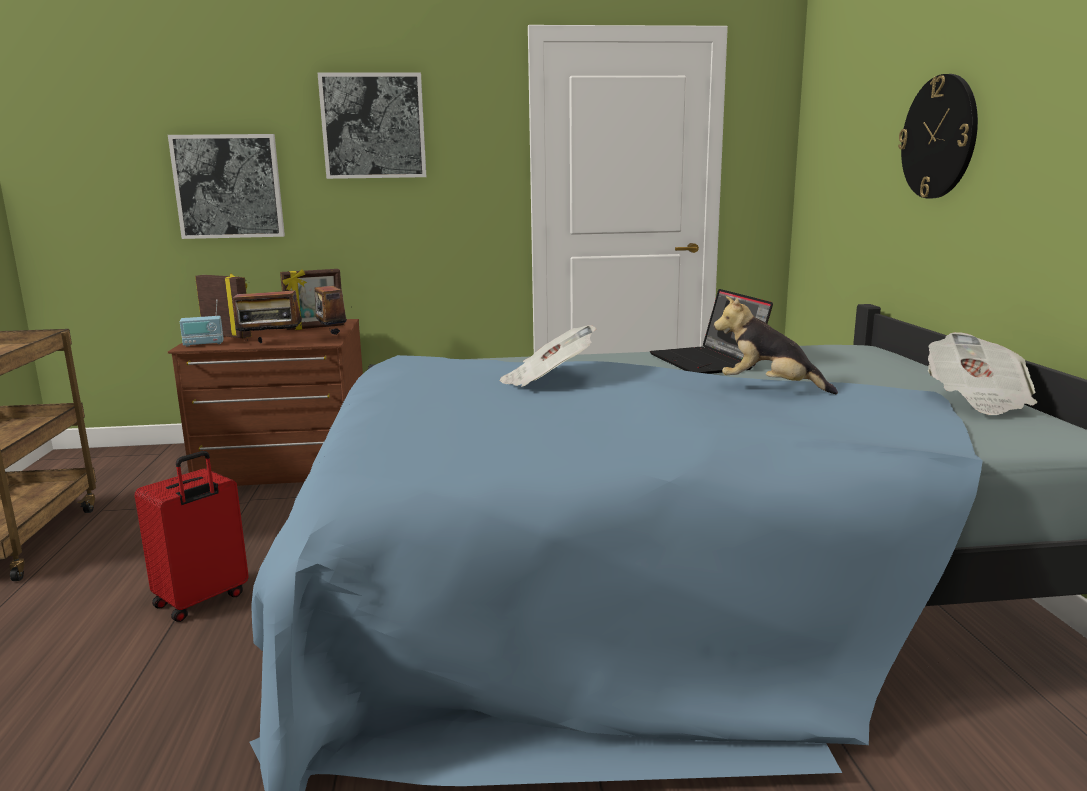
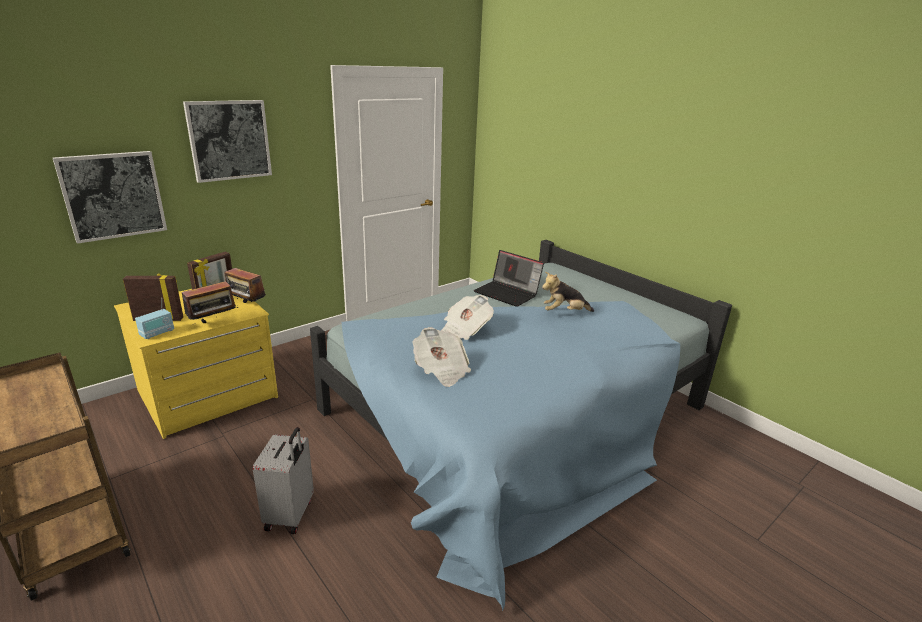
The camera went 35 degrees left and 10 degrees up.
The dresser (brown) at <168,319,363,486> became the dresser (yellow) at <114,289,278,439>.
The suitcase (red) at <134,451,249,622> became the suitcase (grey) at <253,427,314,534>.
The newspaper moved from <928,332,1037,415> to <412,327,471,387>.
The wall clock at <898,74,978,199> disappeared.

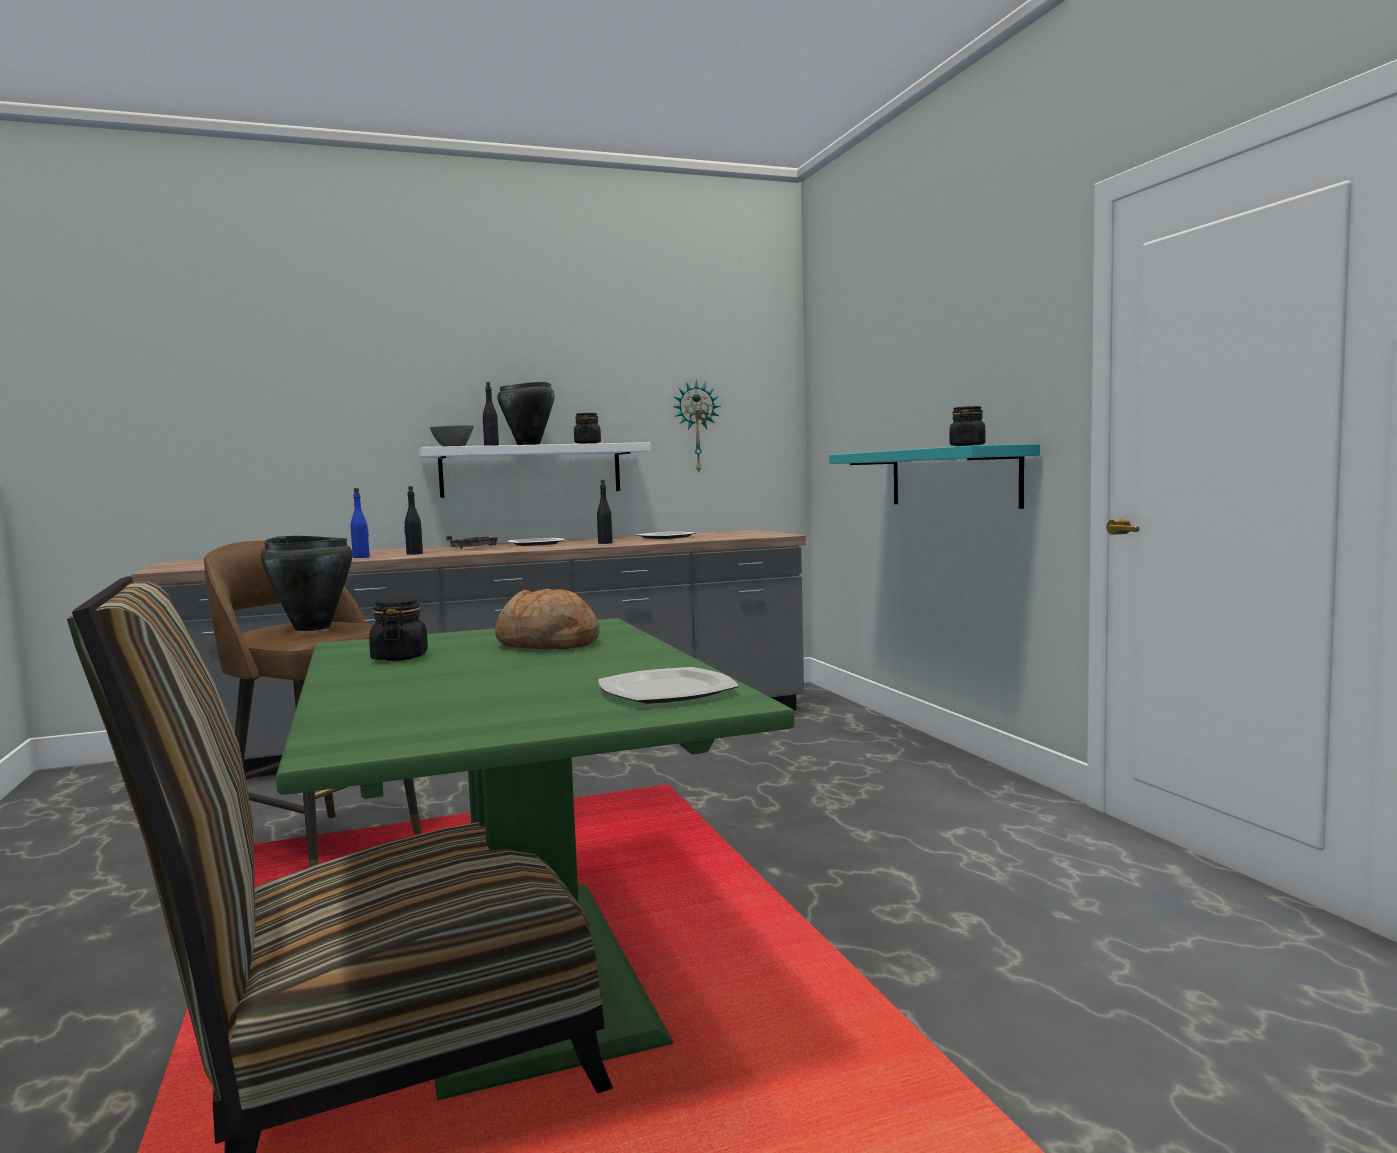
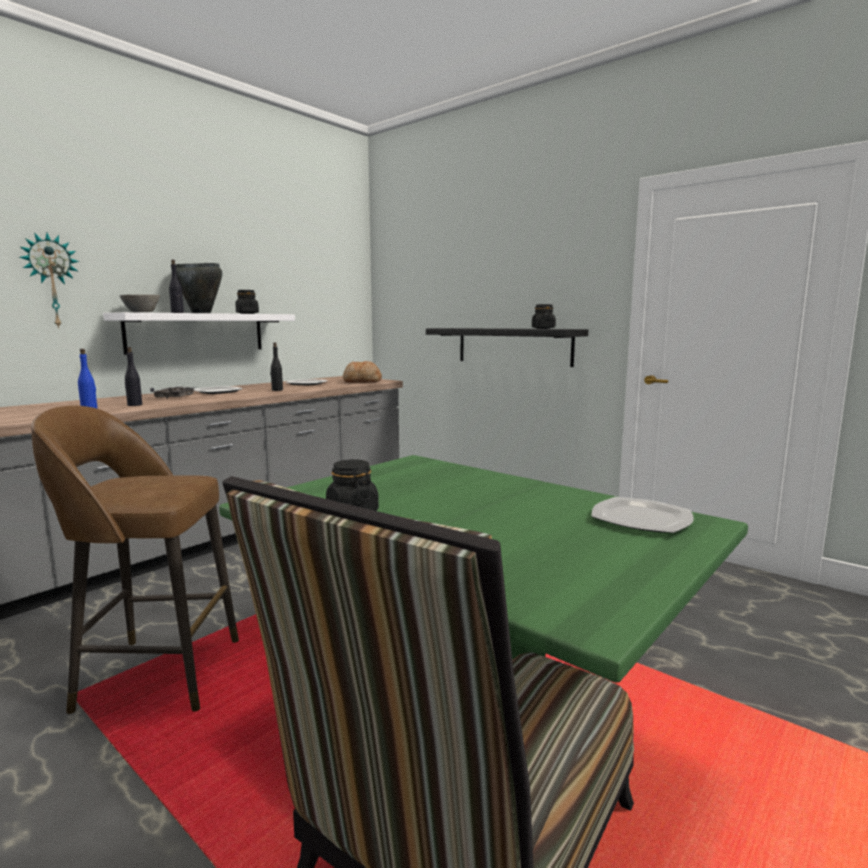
The camera went 30 degrees left and 5 degrees up.
The wall clock moved from <672,380,721,472> to <19,232,79,329>.
The bread moved from <495,589,600,649> to <343,361,382,383>.
The shelf (turquoise) at <829,444,1040,509> became the shelf (black) at <426,328,588,367>.
The cooking pot (black) at <261,536,352,631> disappeared.

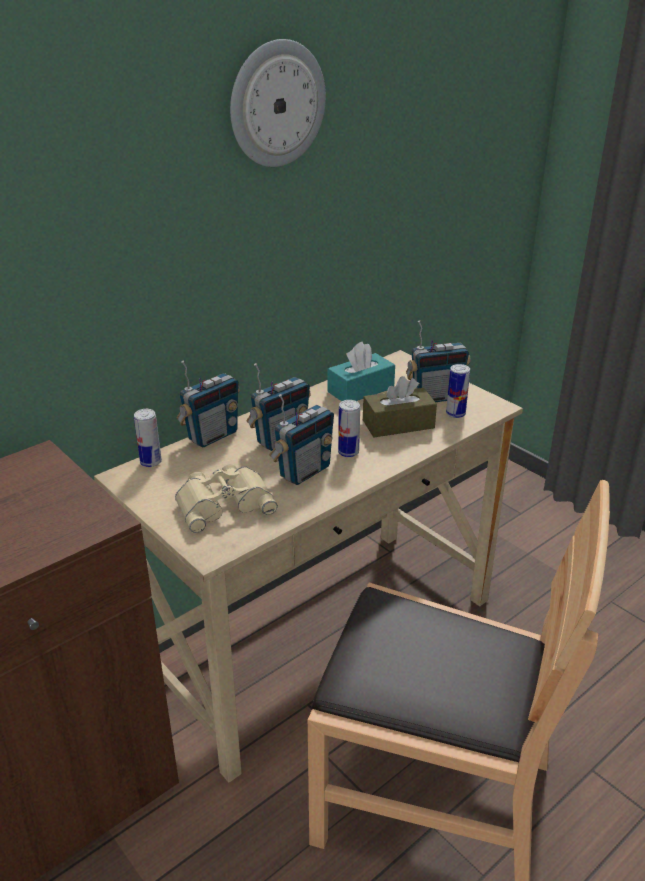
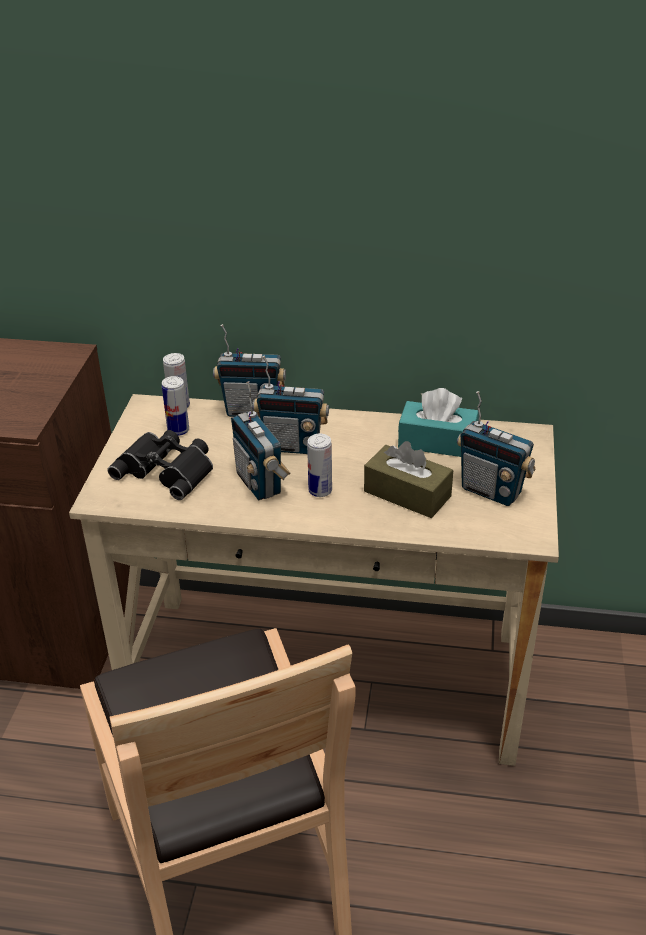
The camera went 50 degrees right and 5 degrees up.
The binoculars (beige) at <175,464,278,533> became the binoculars (black) at <108,430,213,500>.
The can moved from <446,364,470,418> to <162,376,189,436>.
The radio at <269,394,334,485> turned 60 degrees clockwise.
The wall clock at <230,39,326,167> disappeared.

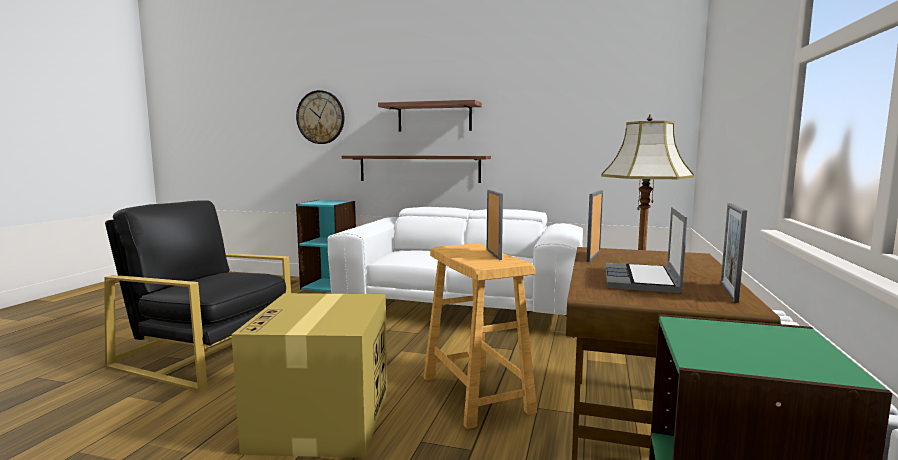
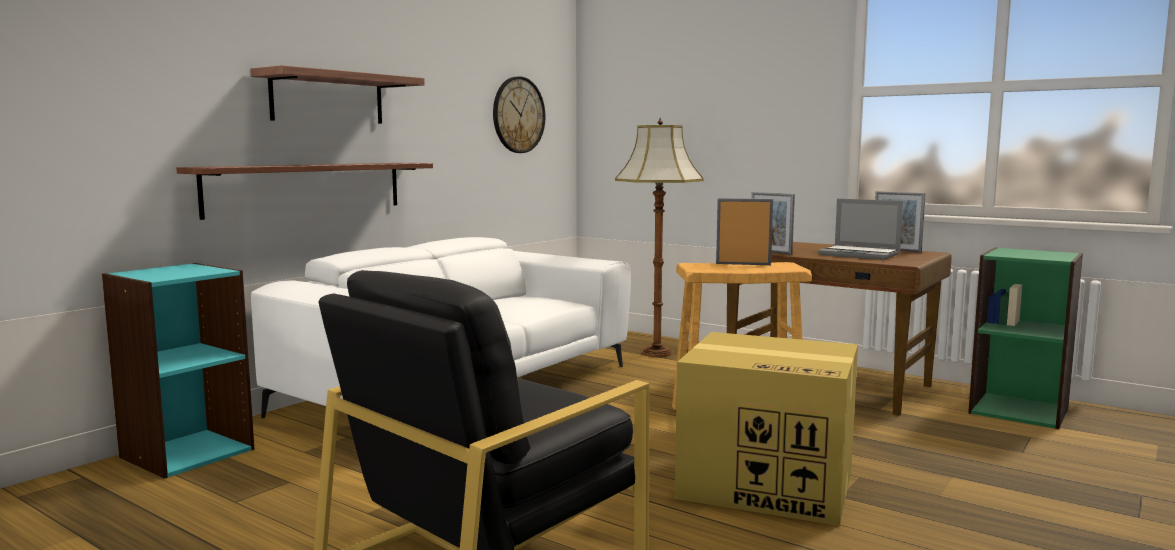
The camera went 70 degrees left and 0 degrees up.
The wall clock moved from <296,90,345,144> to <493,77,545,153>.

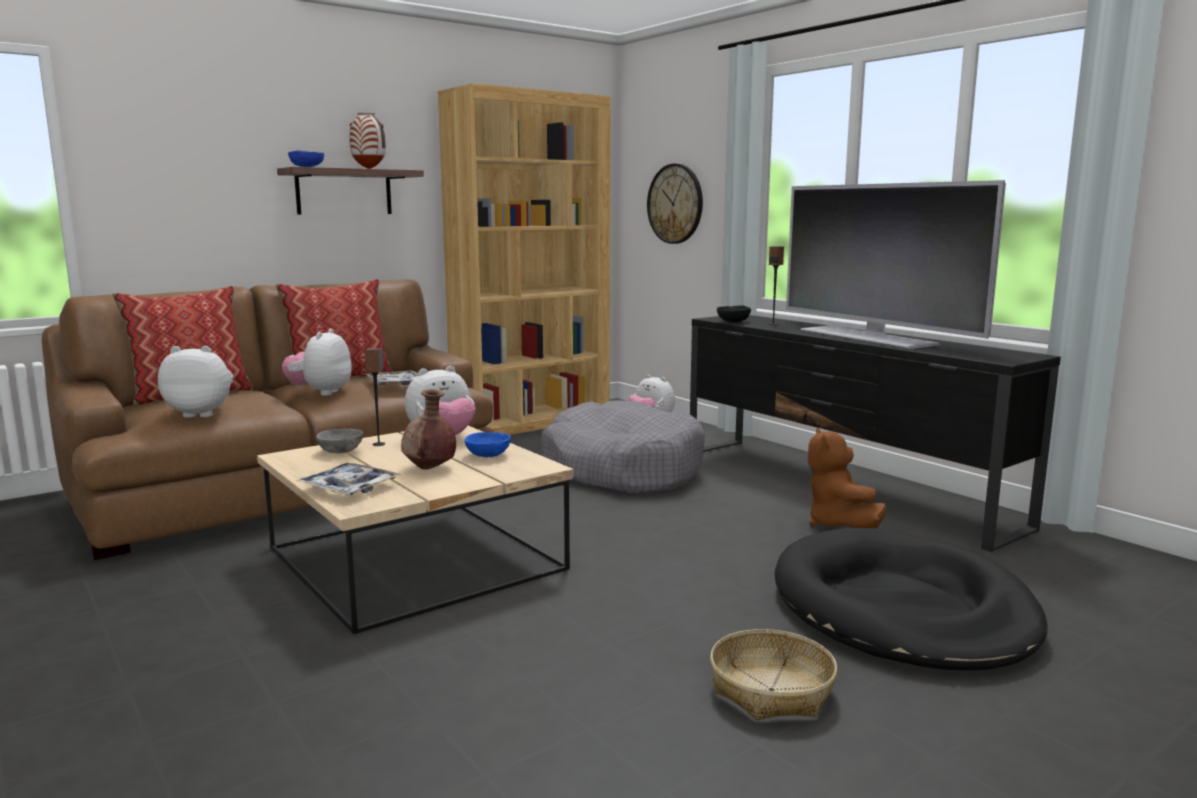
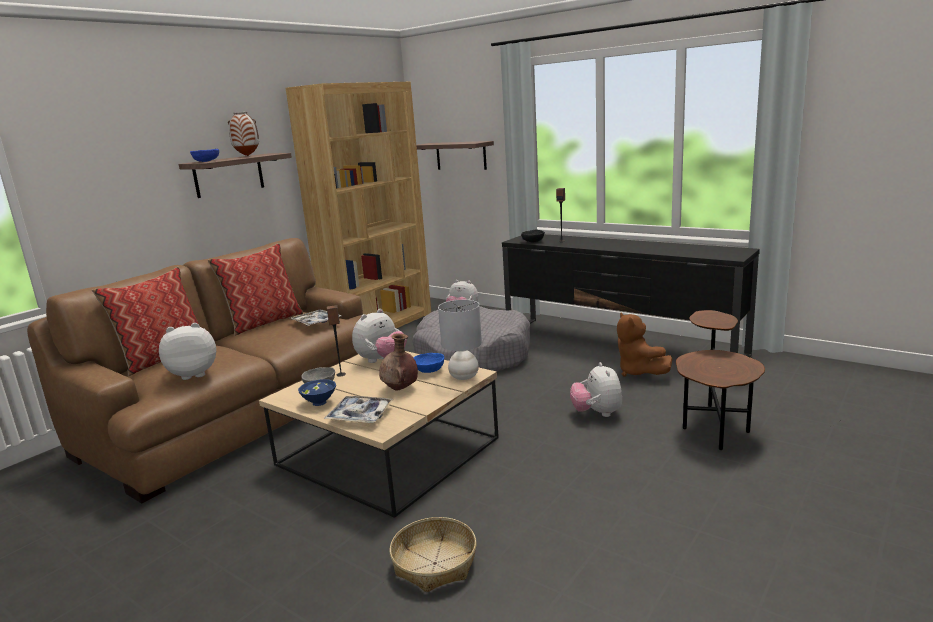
The camera went 15 degrees left and 5 degrees up.
The bowl (blue) at <298,379,336,406> appeared.
The basket moved from <710,629,838,720> to <390,517,477,592>.
The wall clock at <647,164,703,244> was replaced by the shelf at <416,141,494,170>.
The table lamp (grey) at <438,300,482,380> appeared.
The plush toy moved from <282,328,352,396> to <570,362,622,417>.
The dog bed (black) at <775,528,1048,670> was replaced by the side table (brown) at <676,310,765,450>.
The television at <786,180,1006,349> disappeared.

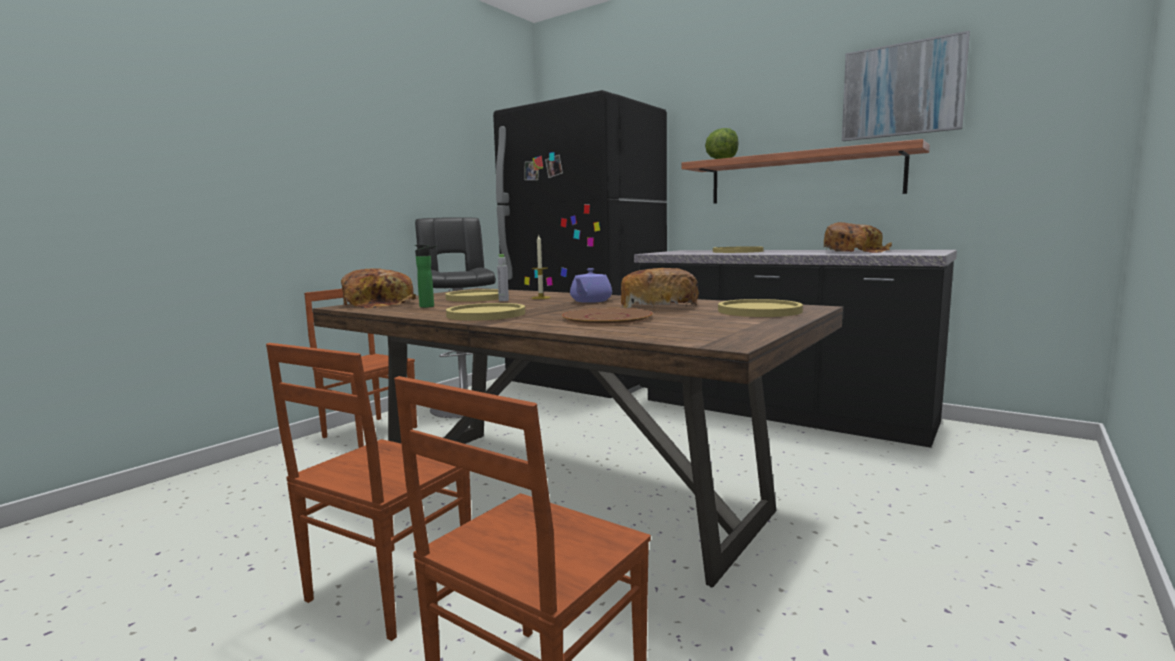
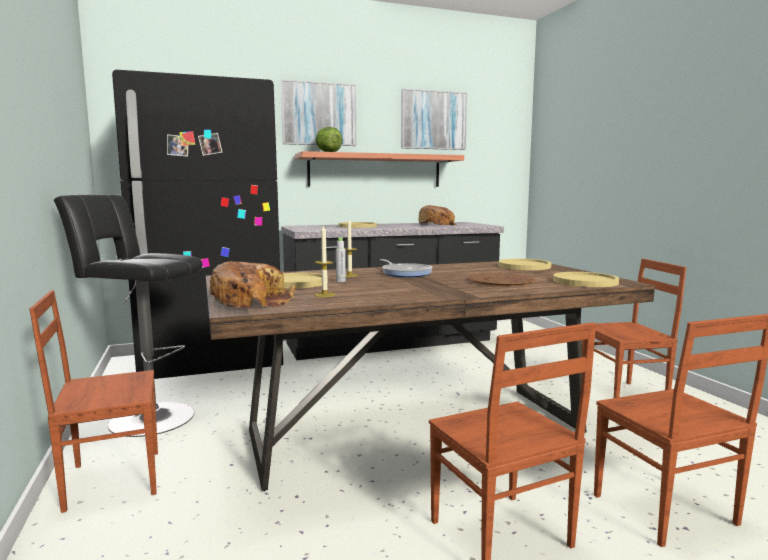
The camera went 55 degrees left and 0 degrees up.
The picture at <281,79,356,146> appeared.
The bottle at <415,245,436,308> was replaced by the candle at <314,224,336,297>.
The teapot (purple) at <570,268,612,303> was replaced by the frying pan at <380,259,433,277>.
The plate (yellow) moved from <446,303,525,321> to <553,272,619,287>.
The chair (brown) at <582,259,686,398> appeared.
The bread at <621,268,699,308> disappeared.

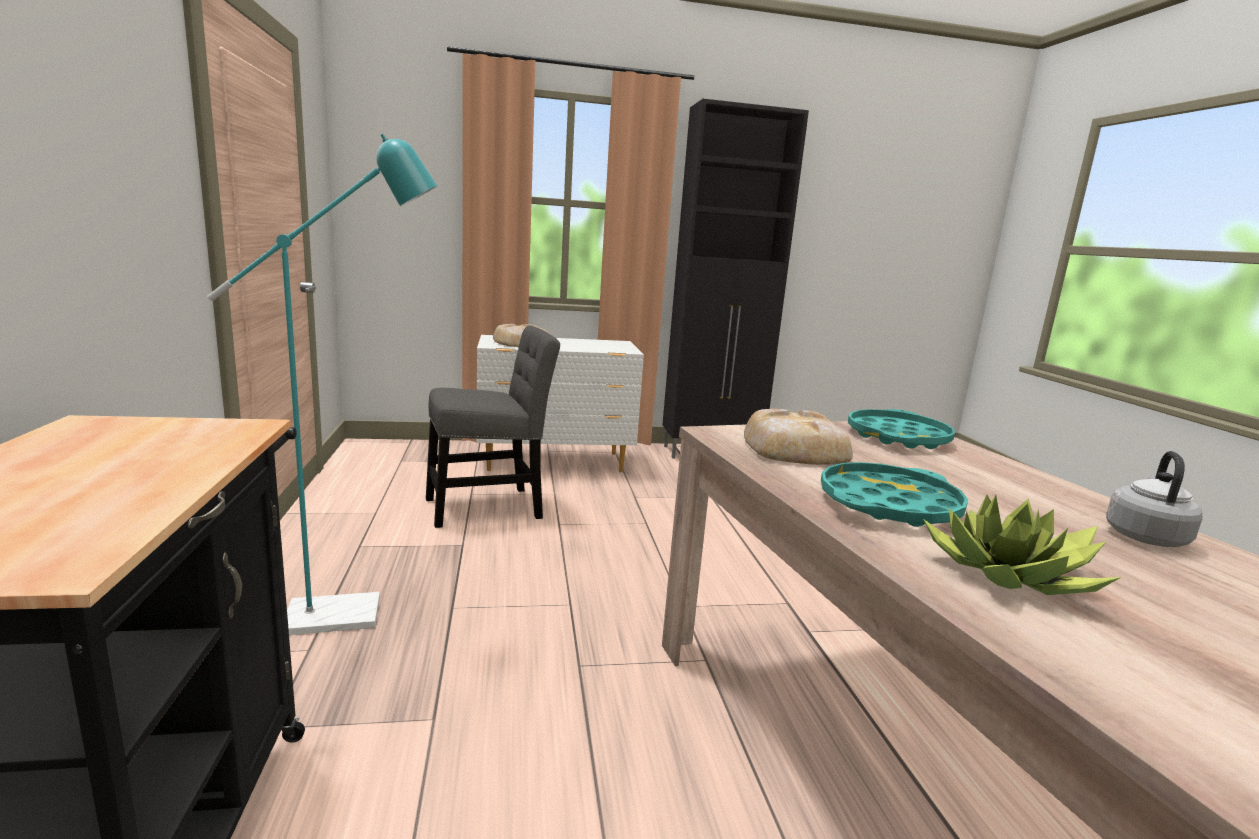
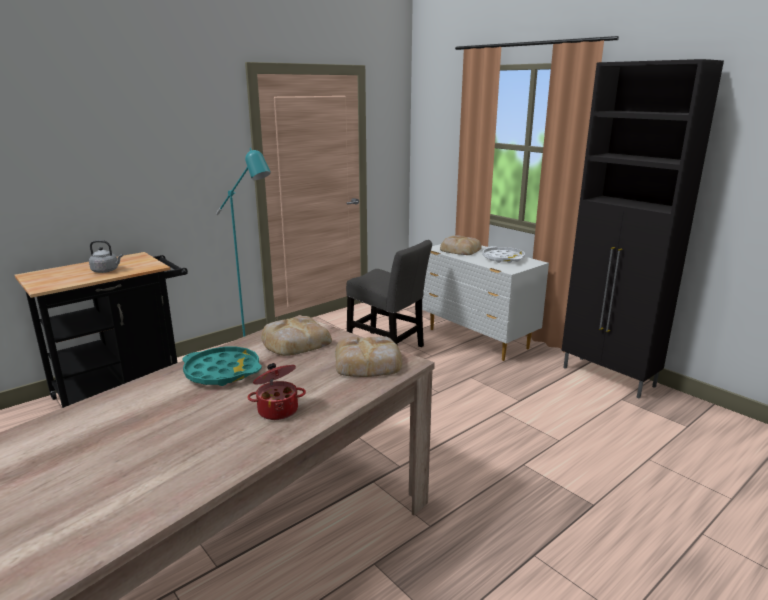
The camera went 60 degrees right and 5 degrees up.
The kettle (grey) moved from <1106,451,1203,547> to <89,240,123,273>.
The cooking pot at <247,363,306,420> appeared.
The tray (turquoise) at <848,409,955,449> was replaced by the bread at <335,336,402,377>.
The tray (white) at <483,246,525,263> appeared.
The potted plant at <923,495,1121,595> disappeared.

